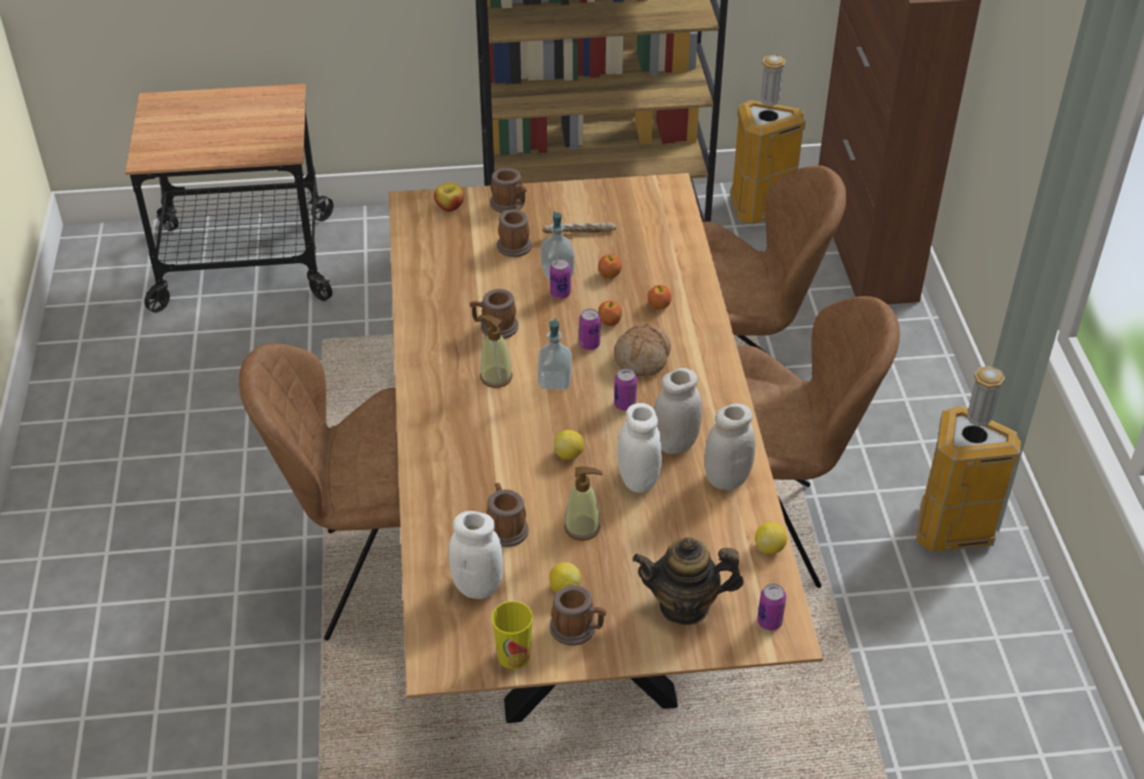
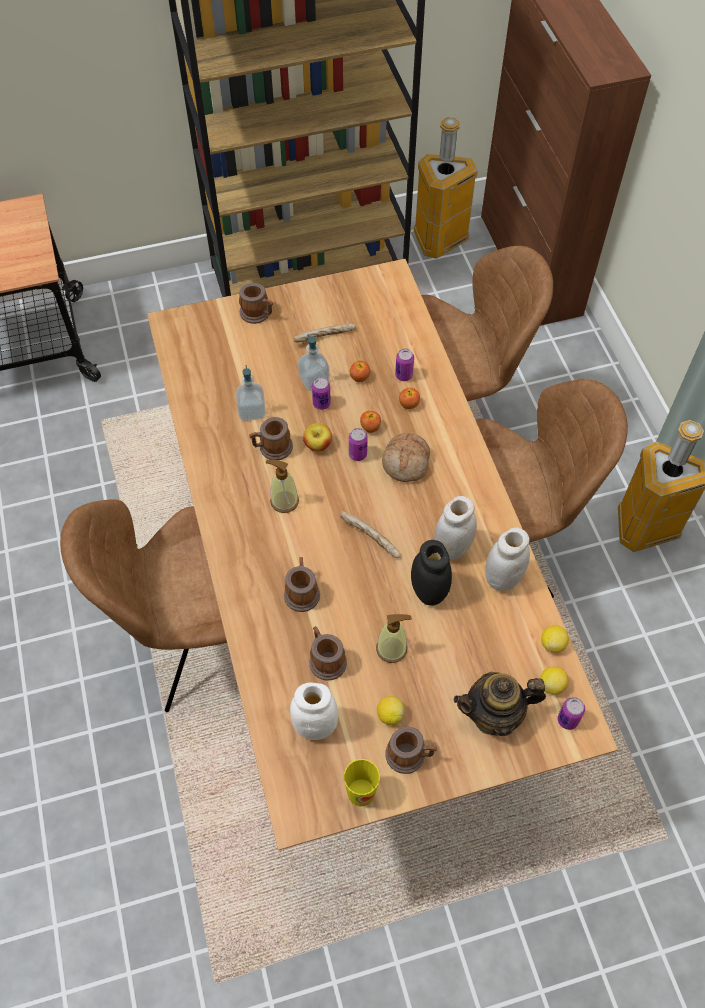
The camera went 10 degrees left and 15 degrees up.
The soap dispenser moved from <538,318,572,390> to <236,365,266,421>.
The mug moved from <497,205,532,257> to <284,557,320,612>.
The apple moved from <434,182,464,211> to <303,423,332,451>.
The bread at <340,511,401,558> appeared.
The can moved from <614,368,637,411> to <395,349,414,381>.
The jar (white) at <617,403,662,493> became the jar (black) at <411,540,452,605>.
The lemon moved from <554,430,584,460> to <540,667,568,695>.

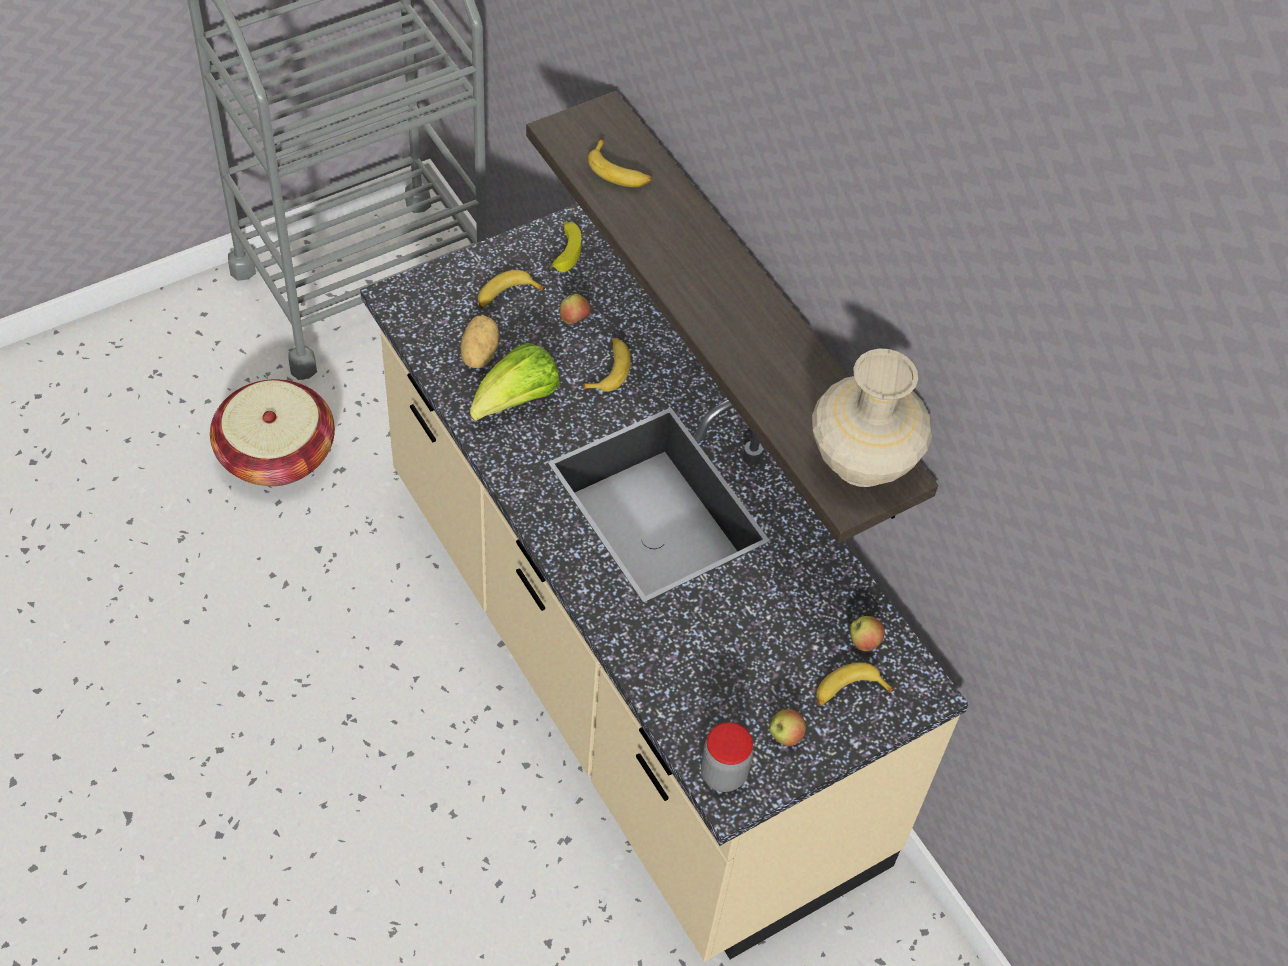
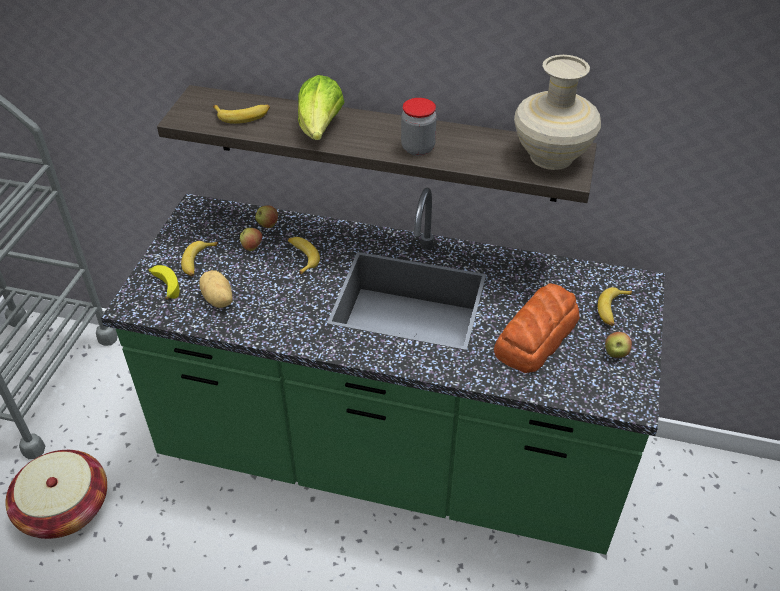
The camera went 40 degrees left and 10 degrees down.
The counter (beige) at <360,204,969,962> became the counter (green) at <101,187,665,555>.
The banana moved from <549,221,582,272> to <148,265,180,300>.
The apple moved from <850,616,885,651> to <255,205,278,228>.
The lettuce moved from <470,343,560,421> to <298,75,344,140>.
The jar moved from <701,722,753,792> to <401,98,437,156>.
The bread at <494,283,580,373> appeared.

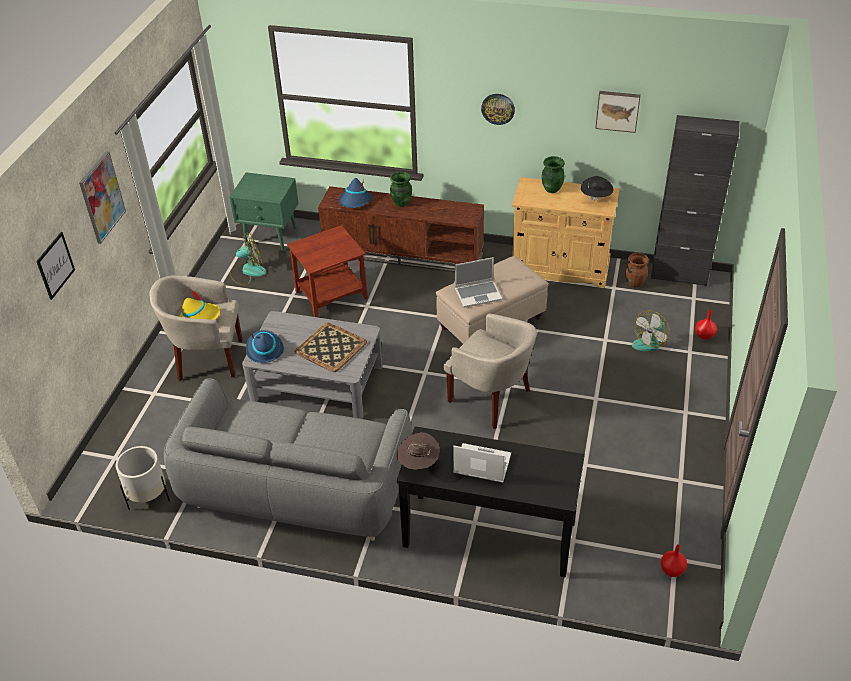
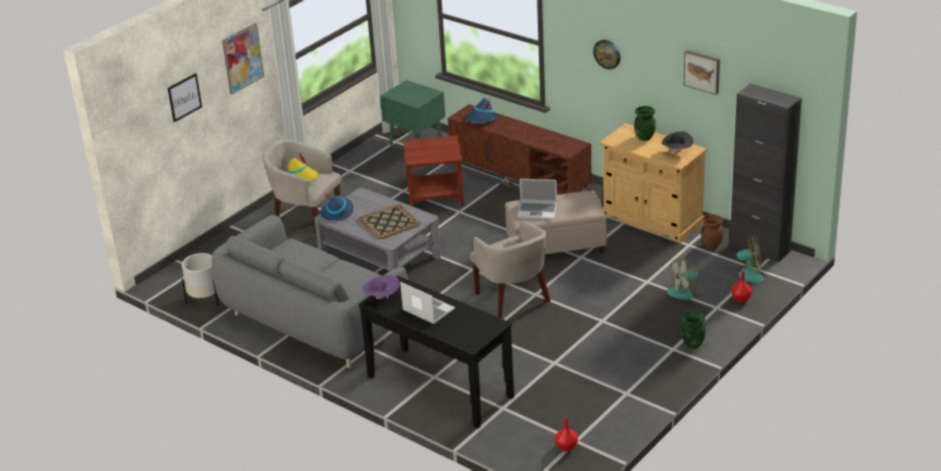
The camera went 25 degrees right and 10 degrees down.
The hat (brown) at <397,433,440,469> became the hat (purple) at <362,275,400,299>.
The vase (green) moved from <390,171,412,207> to <681,311,706,349>.
The fan moved from <230,233,266,286> to <725,235,764,286>.

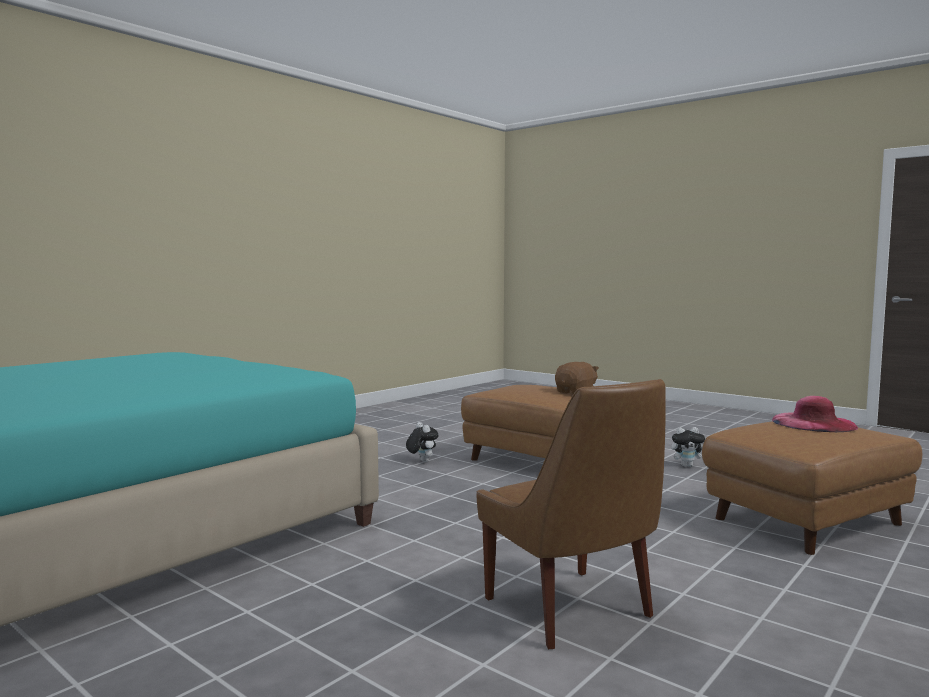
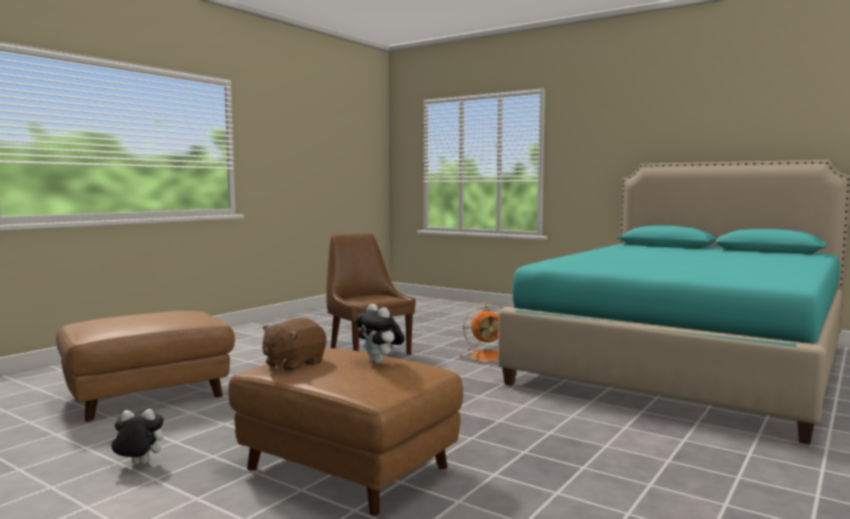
The camera went 175 degrees right and 0 degrees up.
The plush toy moved from <406,422,438,462> to <355,304,405,364>.
The fan (orange) at <460,302,503,363> appeared.
The hat (pink) at <772,396,858,432> disappeared.

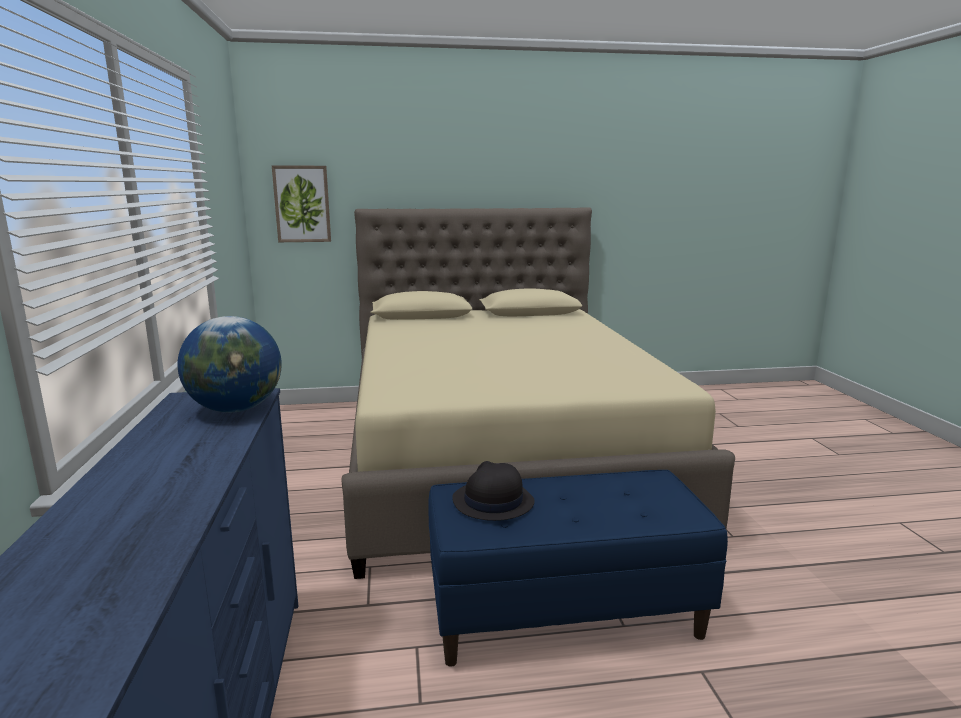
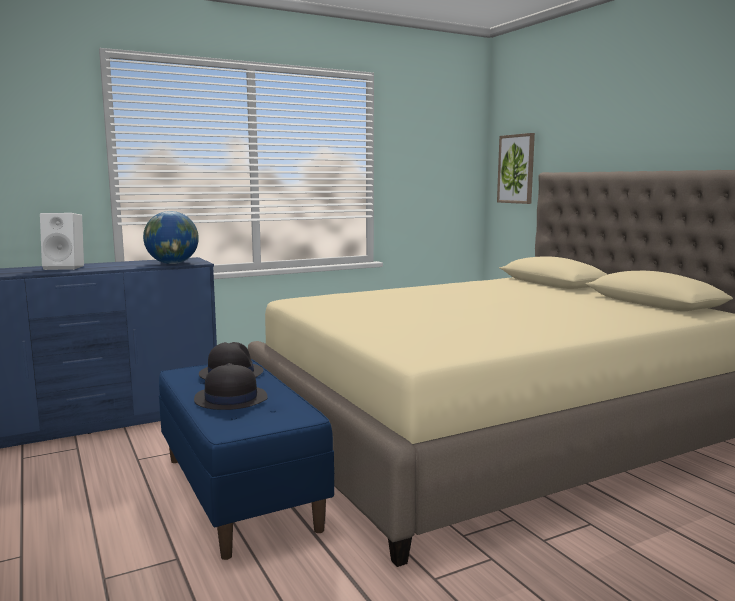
The camera went 70 degrees right and 5 degrees down.
The speaker (white) at <40,213,84,270> appeared.
The hat (black) at <194,363,268,410> appeared.

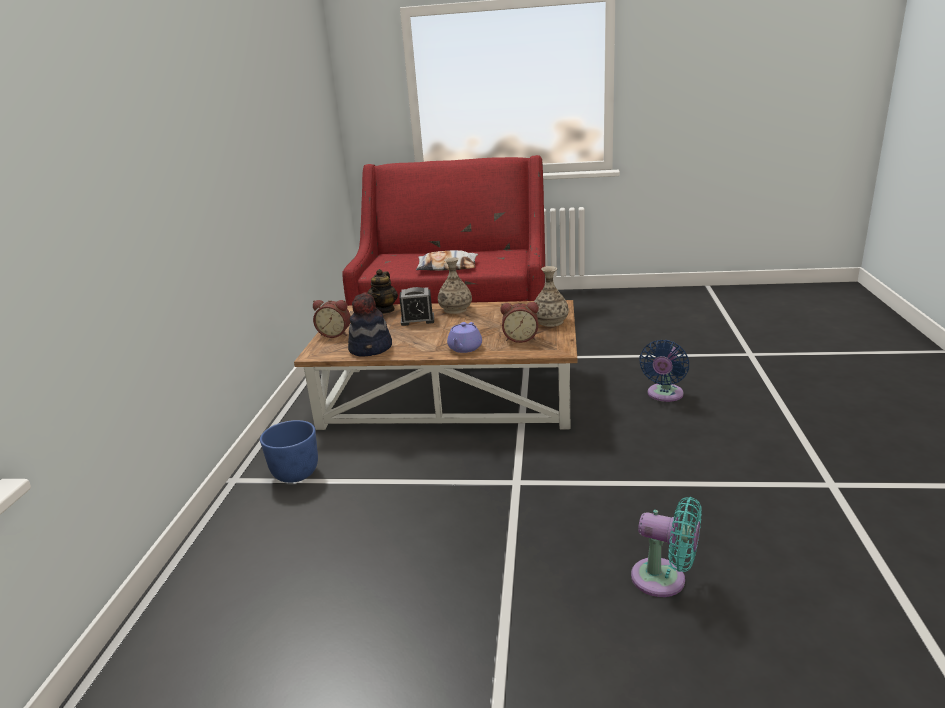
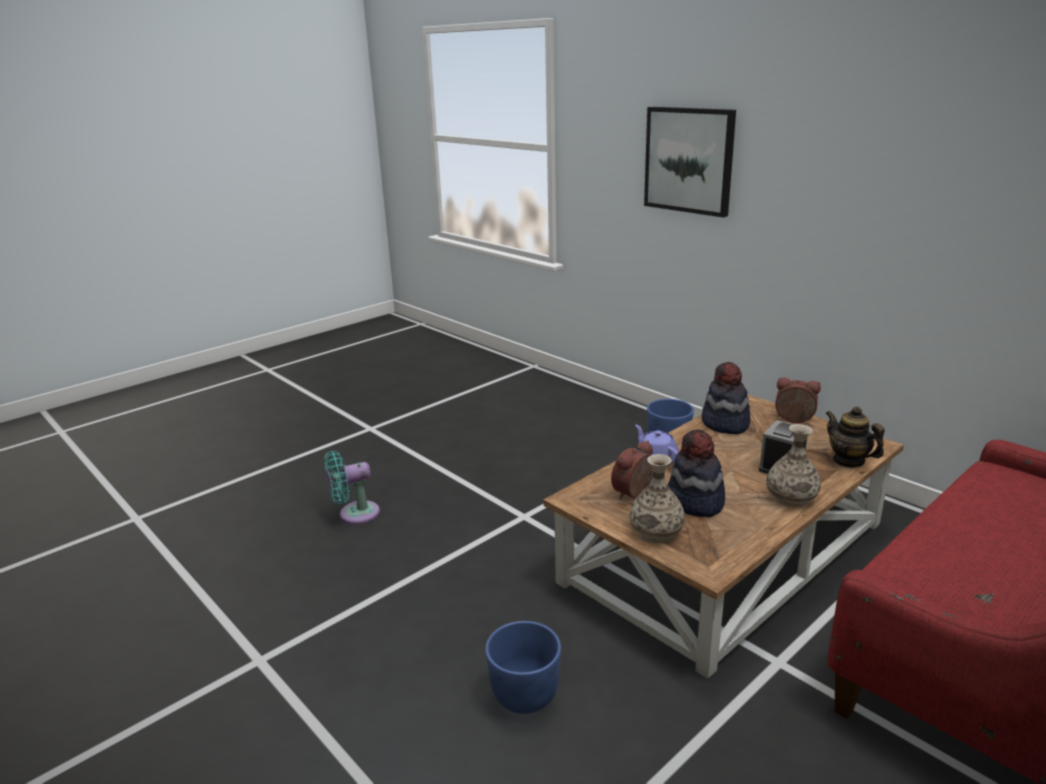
The camera went 130 degrees right and 0 degrees up.
The fan (blue) at <639,340,689,402> was replaced by the planter (blue) at <485,621,561,714>.
The picture at <644,107,736,218> appeared.
The hat at <668,429,725,517> appeared.
The alarm clock at <313,300,351,338> turned 60 degrees clockwise.
The pillow at <416,250,478,271> disappeared.

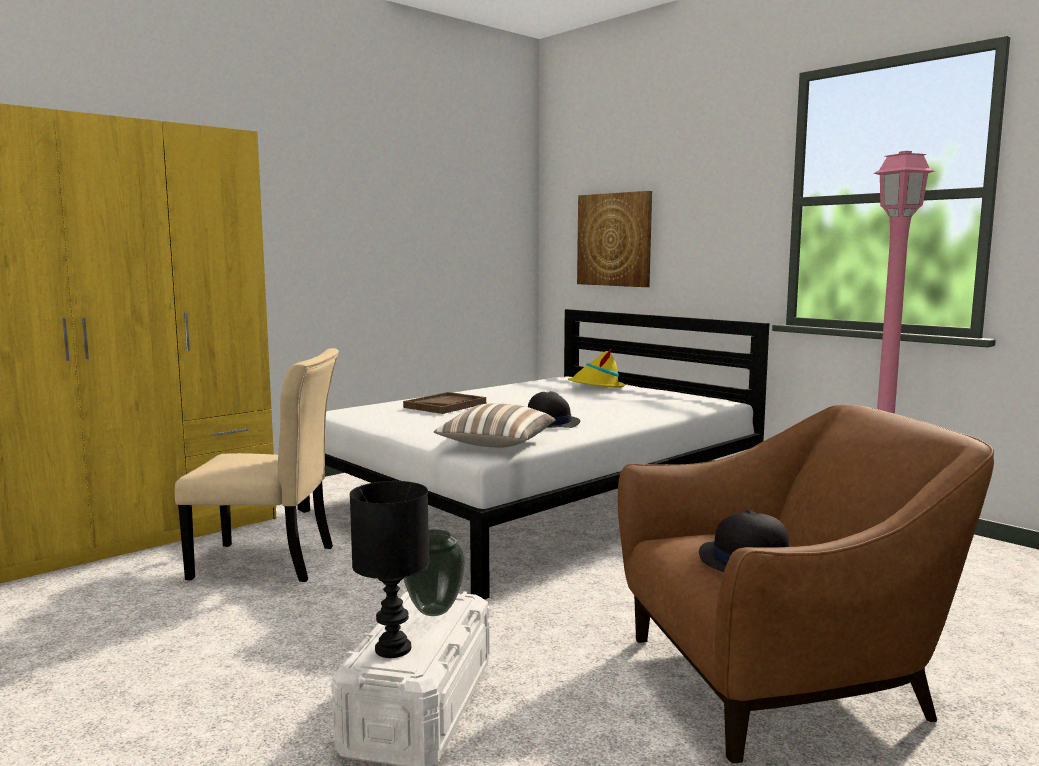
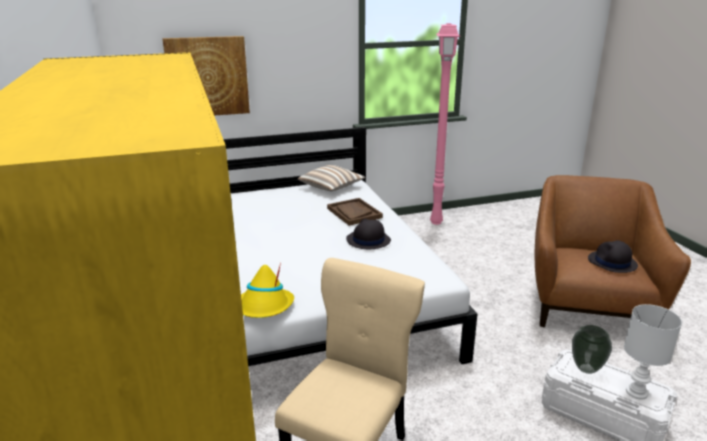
The camera went 65 degrees left and 15 degrees up.
The hat (yellow) moved from <568,349,625,388> to <241,262,294,318>.
The pillow moved from <434,403,555,448> to <298,165,366,191>.
The tray (brown) moved from <403,392,486,414> to <327,198,383,226>.
The table lamp (black) at <350,481,429,658> became the table lamp (white) at <624,304,682,400>.

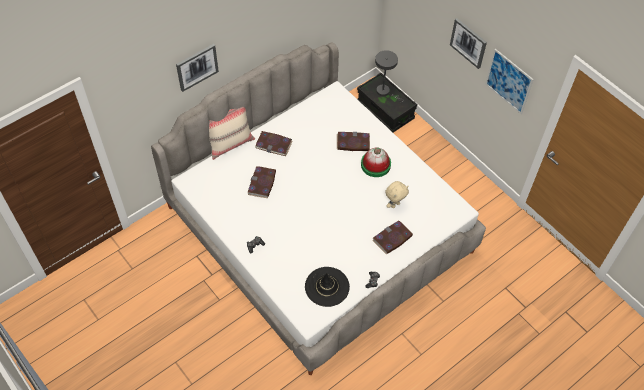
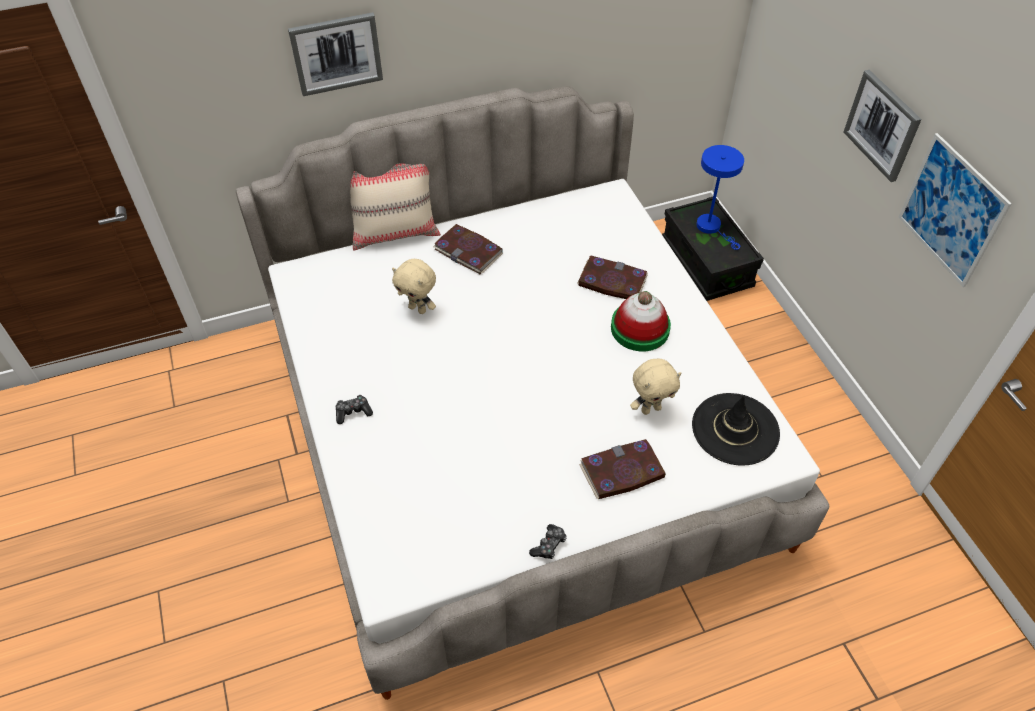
The camera went 20 degrees right and 5 degrees down.
The book at <247,166,276,198> was replaced by the plush toy (beige) at <392,259,436,314>.
The hat (black) moved from <305,267,350,307> to <692,393,780,466>.
The table lamp (grey) at <375,50,404,103> became the table lamp (blue) at <696,145,744,250>.

